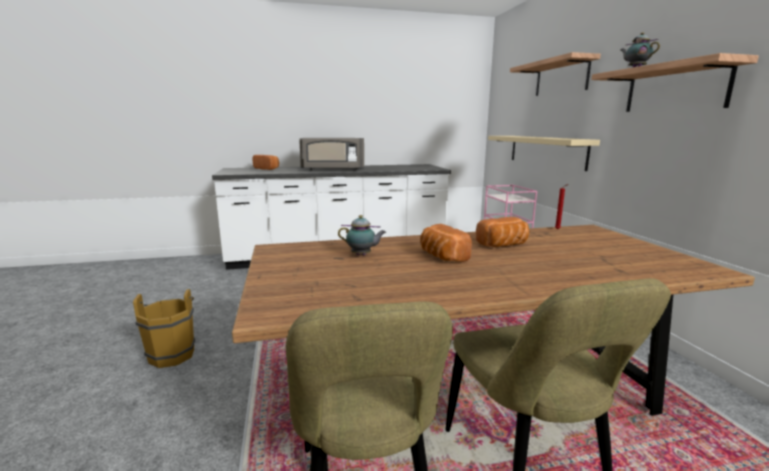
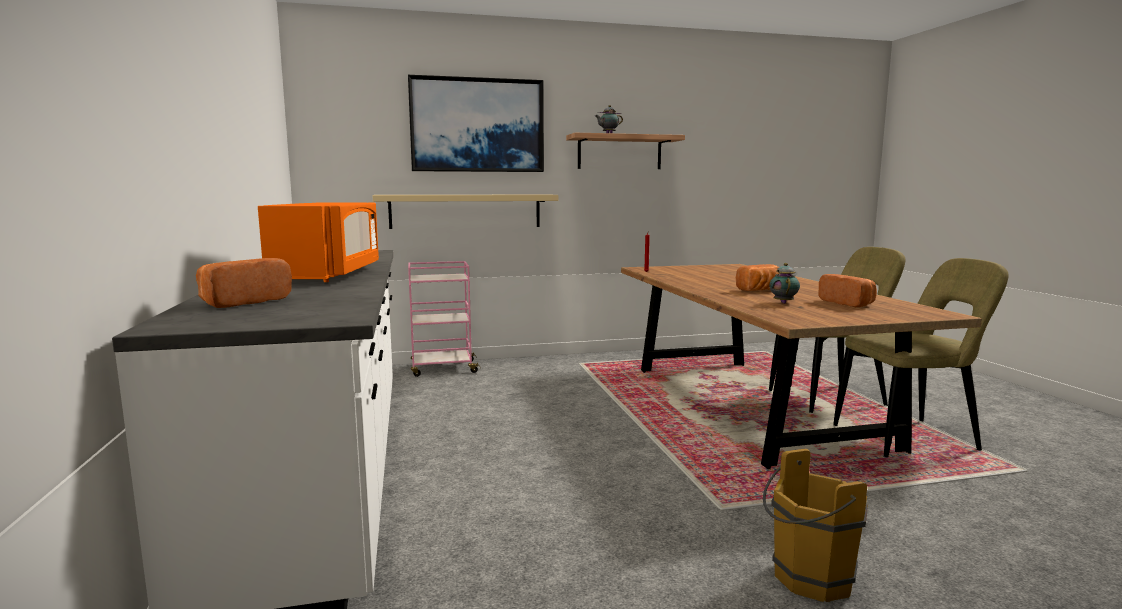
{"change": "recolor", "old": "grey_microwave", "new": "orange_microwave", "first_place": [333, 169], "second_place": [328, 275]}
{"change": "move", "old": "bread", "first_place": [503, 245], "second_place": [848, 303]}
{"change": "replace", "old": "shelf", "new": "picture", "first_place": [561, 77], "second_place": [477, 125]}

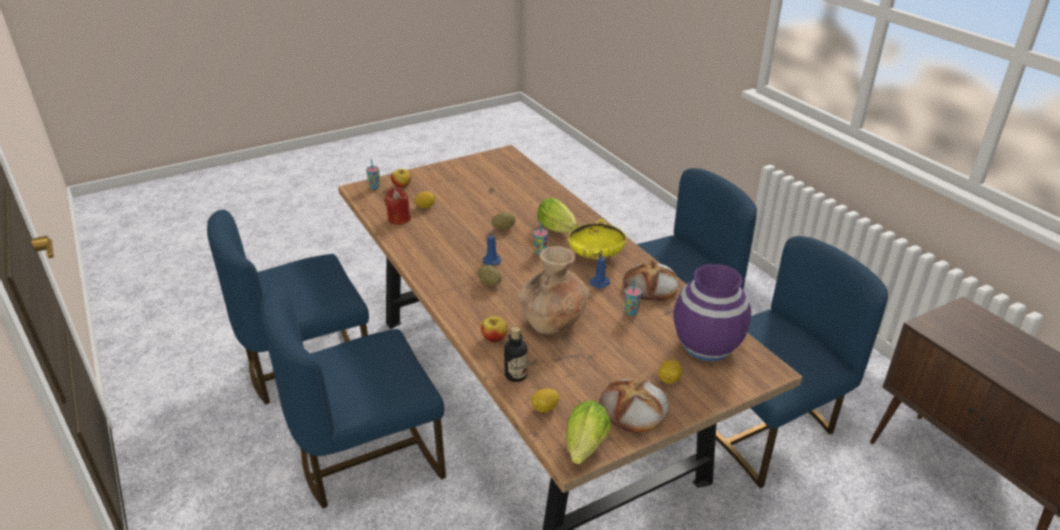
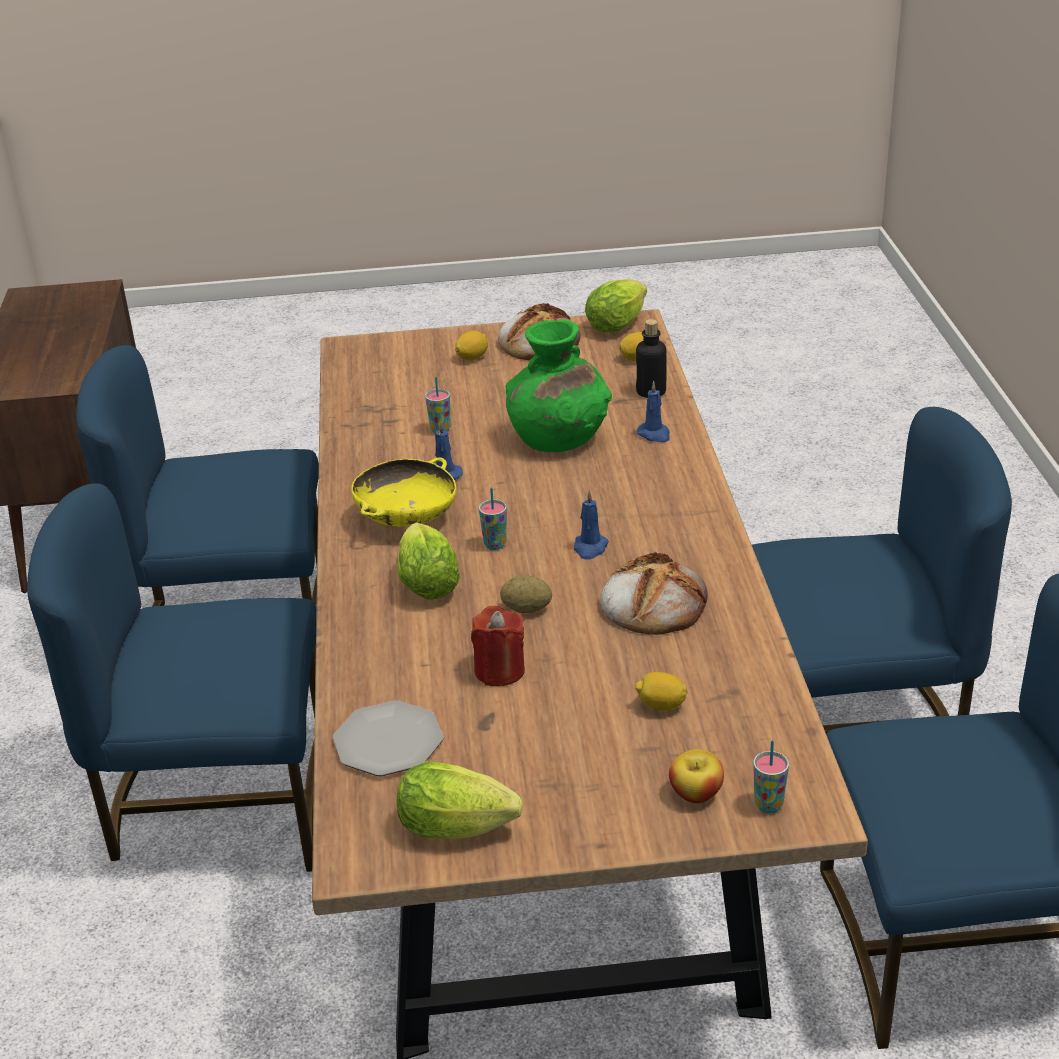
{"change": "move", "old": "red_candle", "first_place": [399, 219], "second_place": [499, 670]}
{"change": "delete", "old": "potato", "first_place": [490, 283]}
{"change": "replace", "old": "apple", "new": "blue_candle", "first_place": [494, 338], "second_place": [654, 434]}
{"change": "recolor", "old": "brown_vase", "new": "green_vase", "first_place": [553, 321], "second_place": [558, 439]}
{"change": "move", "old": "bread", "first_place": [651, 286], "second_place": [653, 602]}
{"change": "delete", "old": "purple_vase", "first_place": [707, 345]}
{"change": "insert", "new": "plate", "second_place": [389, 741]}
{"change": "insert", "new": "lettuce", "second_place": [463, 828]}

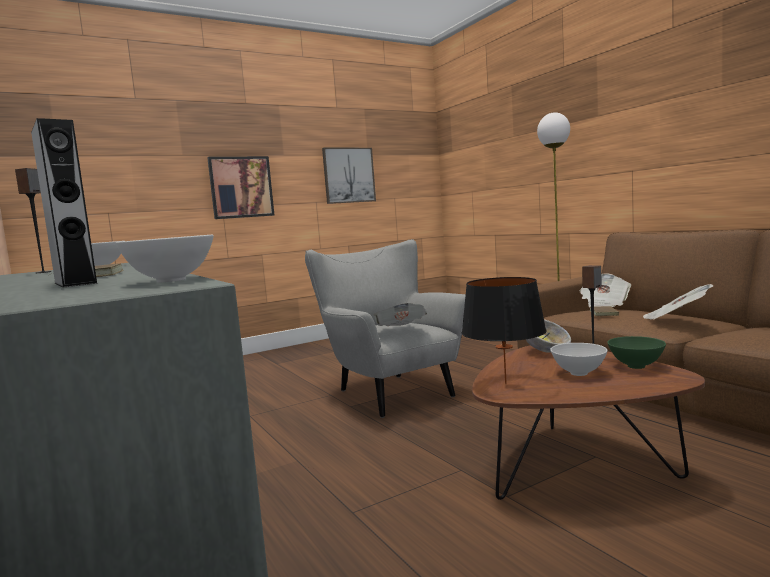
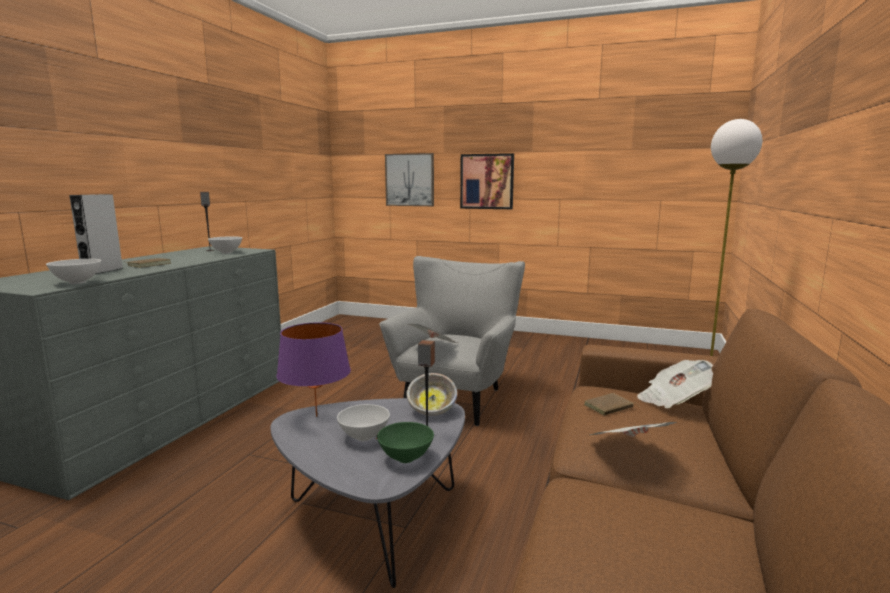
{"change": "move", "old": "picture", "first_place": [348, 175], "second_place": [410, 180]}
{"change": "recolor", "old": "black_table_lamp", "new": "purple_table_lamp", "first_place": [505, 384], "second_place": [316, 416]}
{"change": "recolor", "old": "brown_coffee_table", "new": "grey_coffee_table", "first_place": [573, 467], "second_place": [374, 520]}

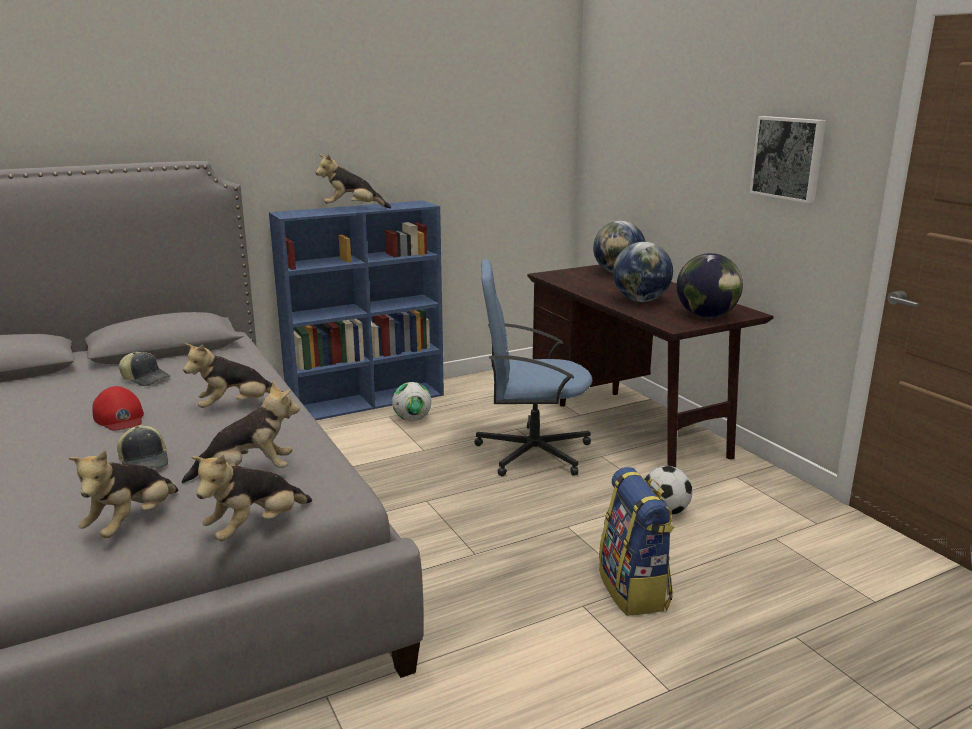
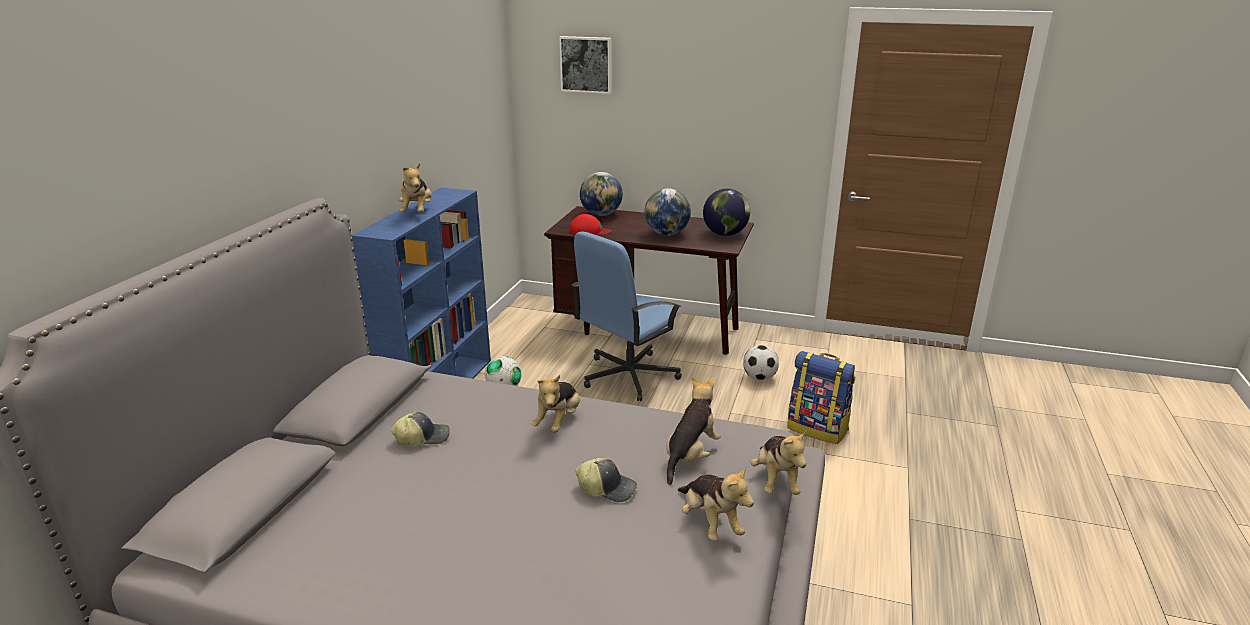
{"change": "move", "old": "red_cap", "first_place": [119, 417], "second_place": [589, 231]}
{"change": "rotate", "old": "plush_toy", "first_place": [352, 209], "second_place": [417, 212], "degrees": -45}
{"change": "move", "old": "picture", "first_place": [788, 158], "second_place": [586, 64]}

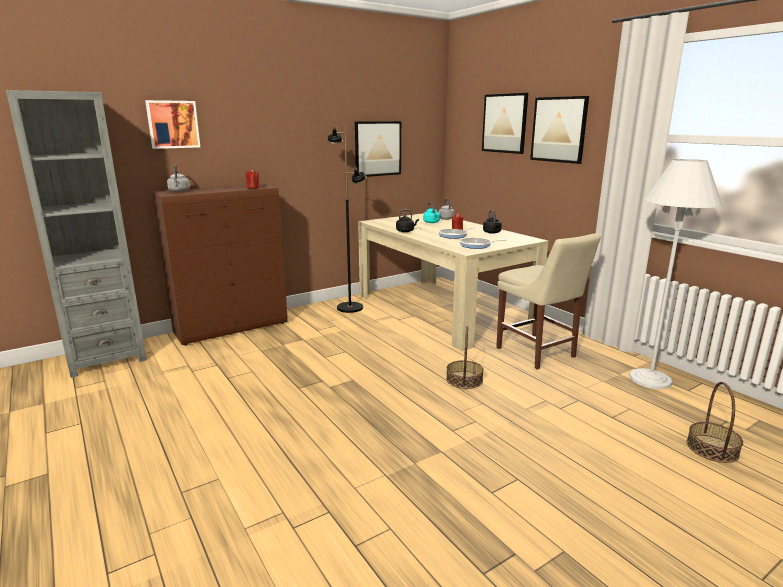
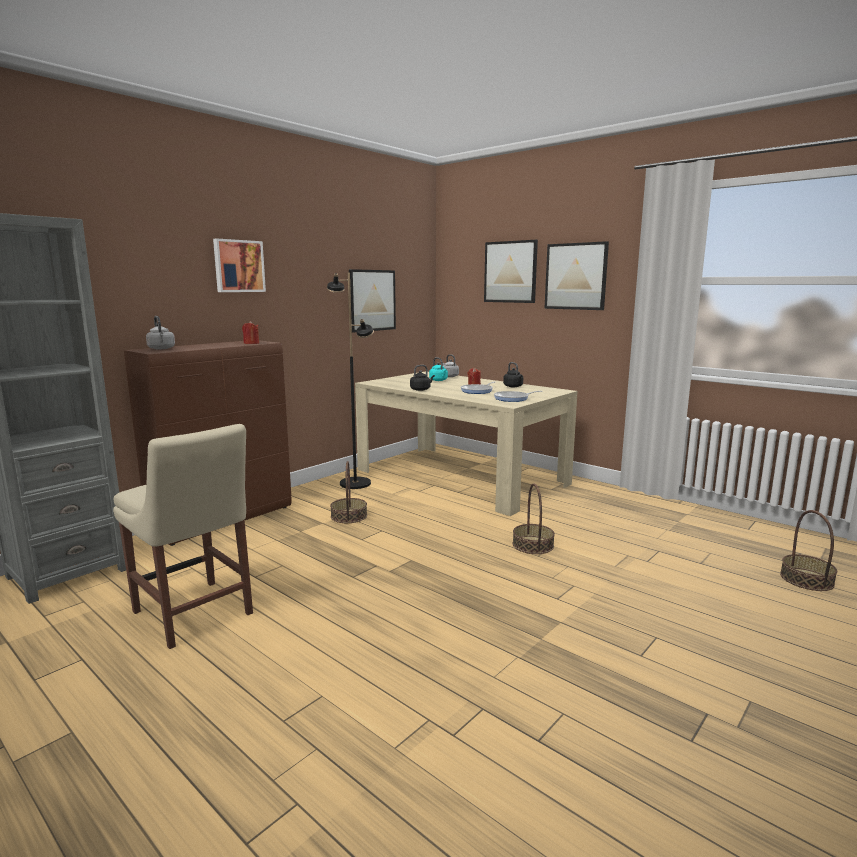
{"change": "move", "old": "picture", "first_place": [173, 124], "second_place": [238, 266]}
{"change": "move", "old": "beige_chair", "first_place": [538, 354], "second_place": [195, 615]}
{"change": "delete", "old": "white_floor_lamp", "first_place": [650, 379]}
{"change": "insert", "new": "basket", "second_place": [349, 516]}

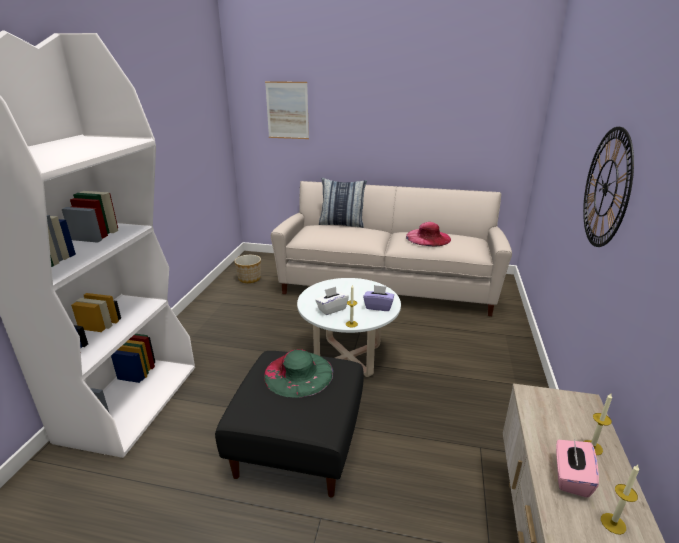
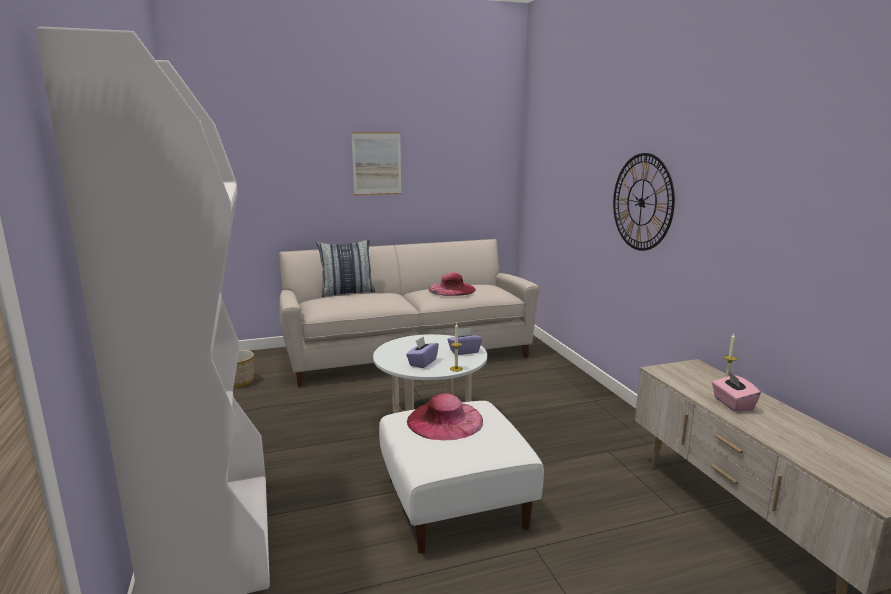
{"change": "recolor", "old": "black_ottoman", "new": "white_ottoman", "first_place": [299, 444], "second_place": [456, 503]}
{"change": "recolor", "old": "green_hat", "new": "pink_hat", "first_place": [298, 373], "second_place": [445, 420]}
{"change": "move", "old": "picture", "first_place": [287, 110], "second_place": [377, 163]}
{"change": "recolor", "old": "white_tissue_box", "new": "purple_tissue_box", "first_place": [332, 309], "second_place": [422, 362]}
{"change": "delete", "old": "candle", "first_place": [613, 523]}

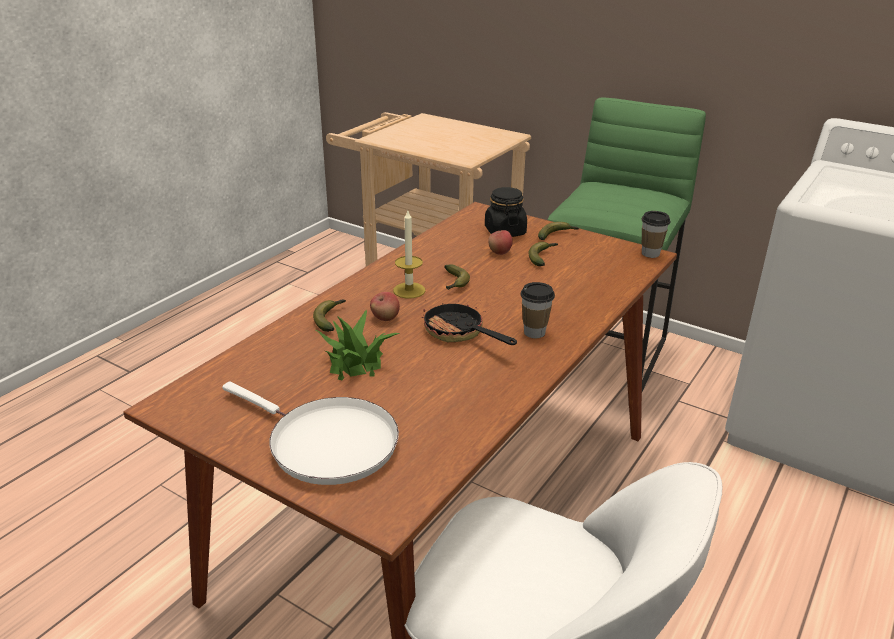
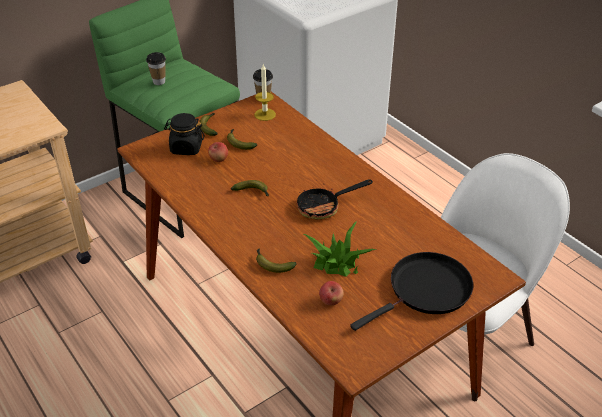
{"change": "recolor", "old": "white_frying_pan", "new": "black_frying_pan", "first_place": [326, 443], "second_place": [426, 290]}
{"change": "move", "old": "apple", "first_place": [385, 318], "second_place": [331, 301]}
{"change": "move", "old": "candle", "first_place": [409, 290], "second_place": [265, 114]}
{"change": "move", "old": "cup", "first_place": [534, 332], "second_place": [159, 81]}

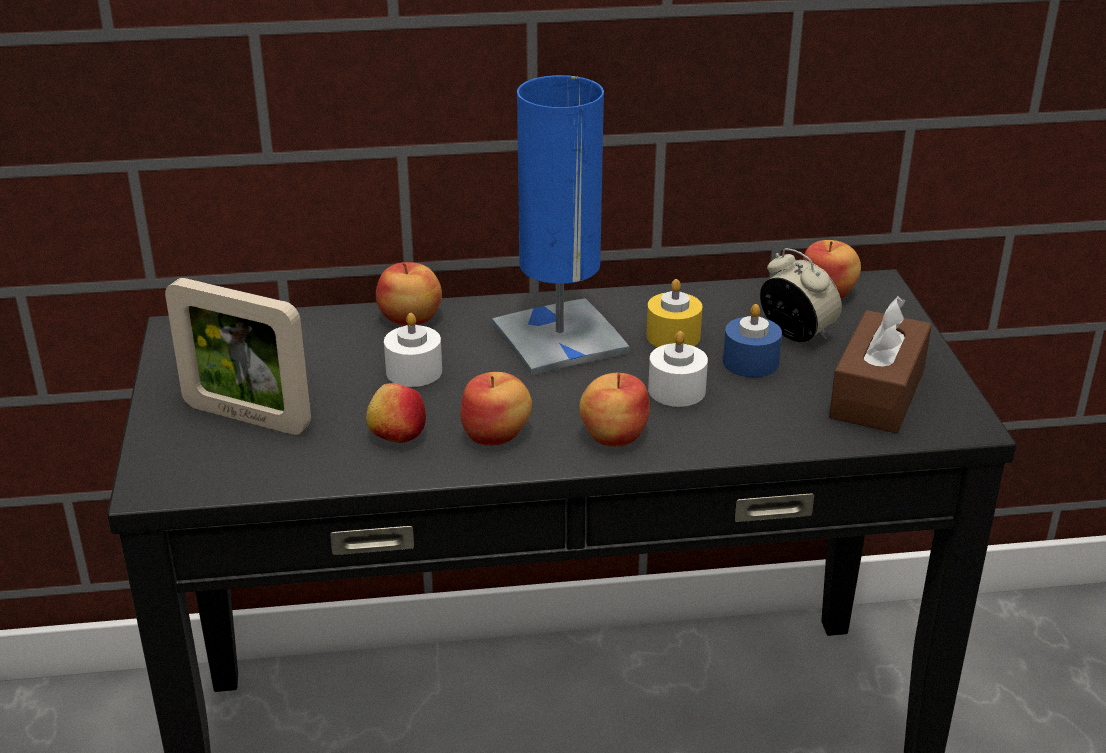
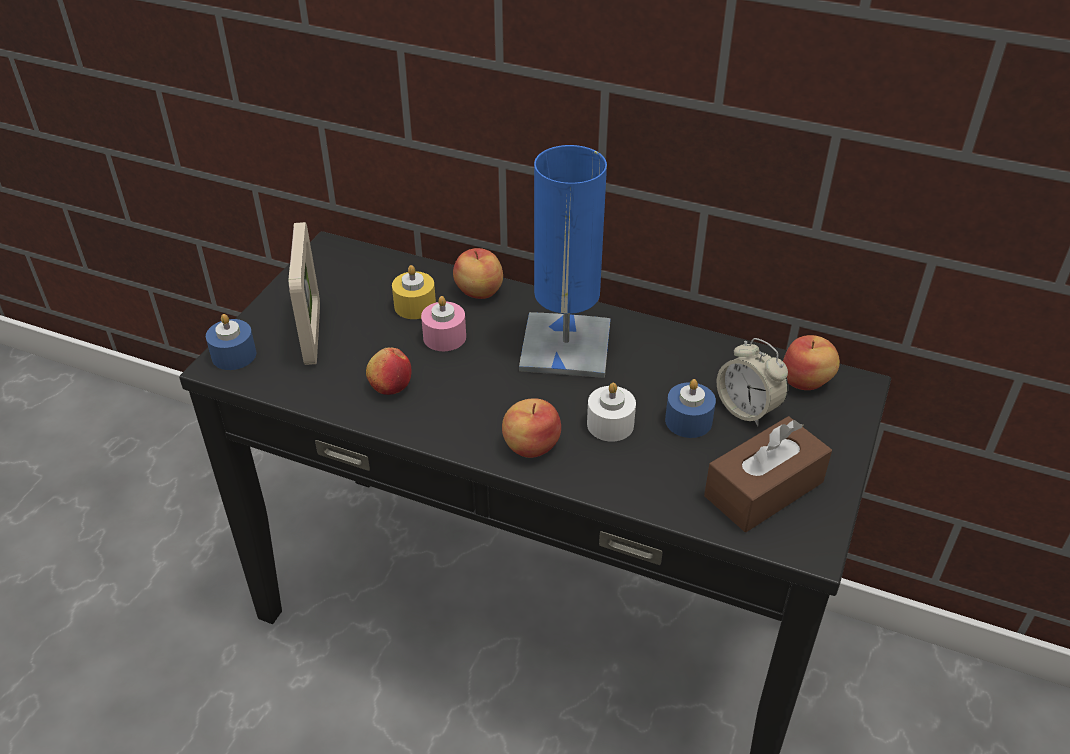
{"change": "rotate", "old": "picture_frame", "first_place": [247, 417], "second_place": [312, 334], "degrees": -150}
{"change": "recolor", "old": "white_candle", "new": "pink_candle", "first_place": [414, 371], "second_place": [444, 337]}
{"change": "delete", "old": "apple", "first_place": [497, 435]}
{"change": "move", "old": "yellow_candle", "first_place": [673, 336], "second_place": [415, 306]}
{"change": "rotate", "old": "alarm_clock", "first_place": [796, 334], "second_place": [747, 409], "degrees": 150}
{"change": "insert", "new": "blue_candle", "second_place": [234, 355]}

